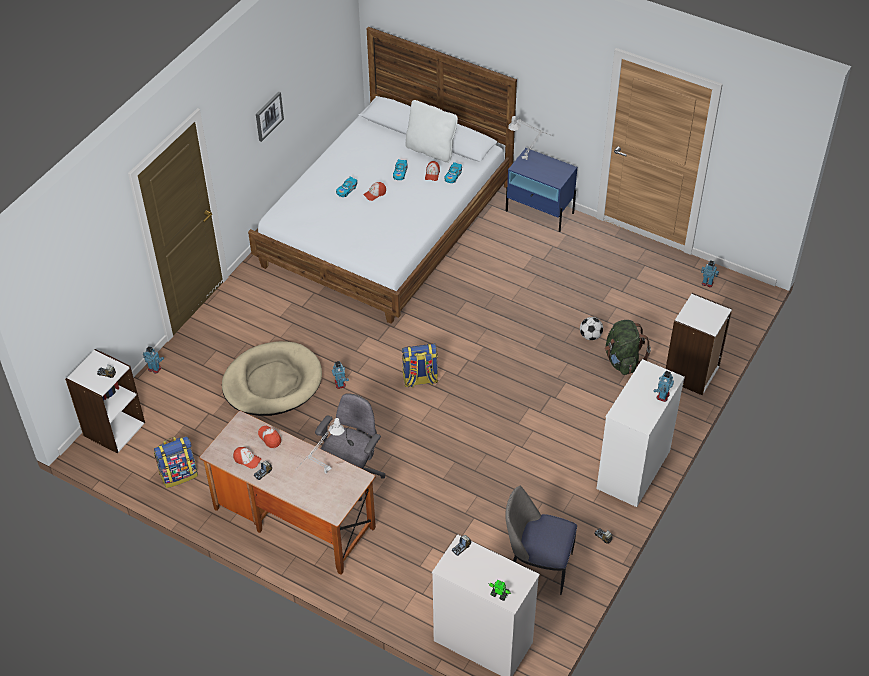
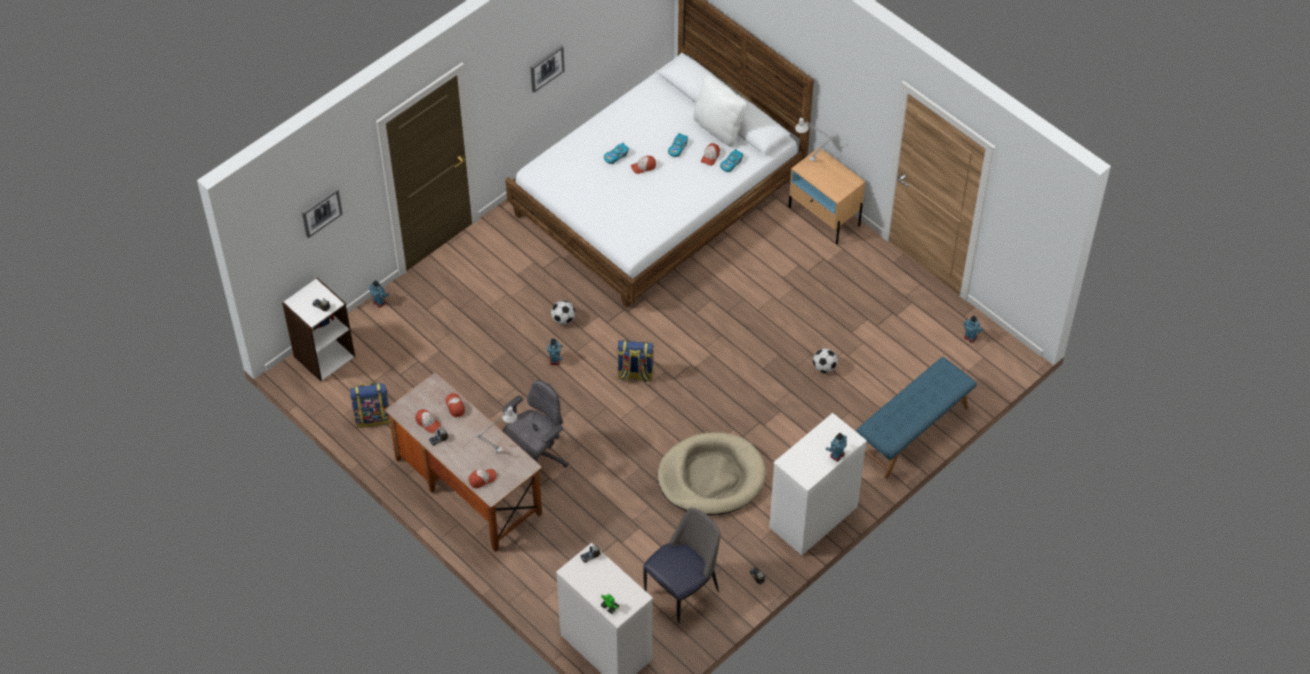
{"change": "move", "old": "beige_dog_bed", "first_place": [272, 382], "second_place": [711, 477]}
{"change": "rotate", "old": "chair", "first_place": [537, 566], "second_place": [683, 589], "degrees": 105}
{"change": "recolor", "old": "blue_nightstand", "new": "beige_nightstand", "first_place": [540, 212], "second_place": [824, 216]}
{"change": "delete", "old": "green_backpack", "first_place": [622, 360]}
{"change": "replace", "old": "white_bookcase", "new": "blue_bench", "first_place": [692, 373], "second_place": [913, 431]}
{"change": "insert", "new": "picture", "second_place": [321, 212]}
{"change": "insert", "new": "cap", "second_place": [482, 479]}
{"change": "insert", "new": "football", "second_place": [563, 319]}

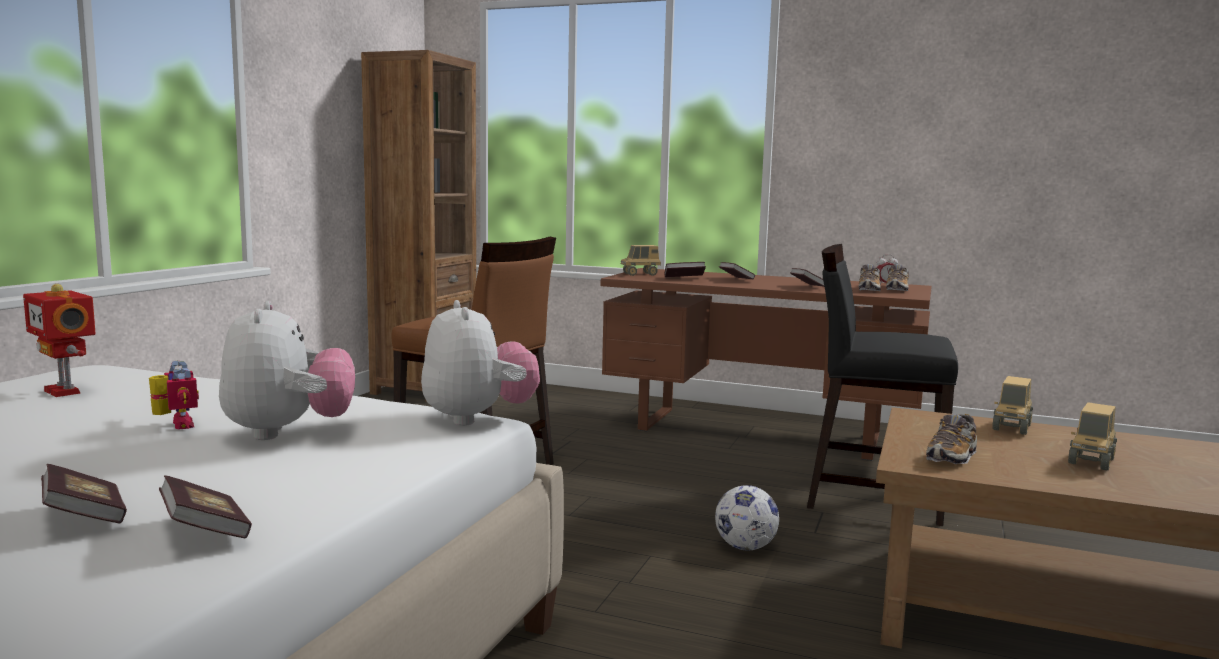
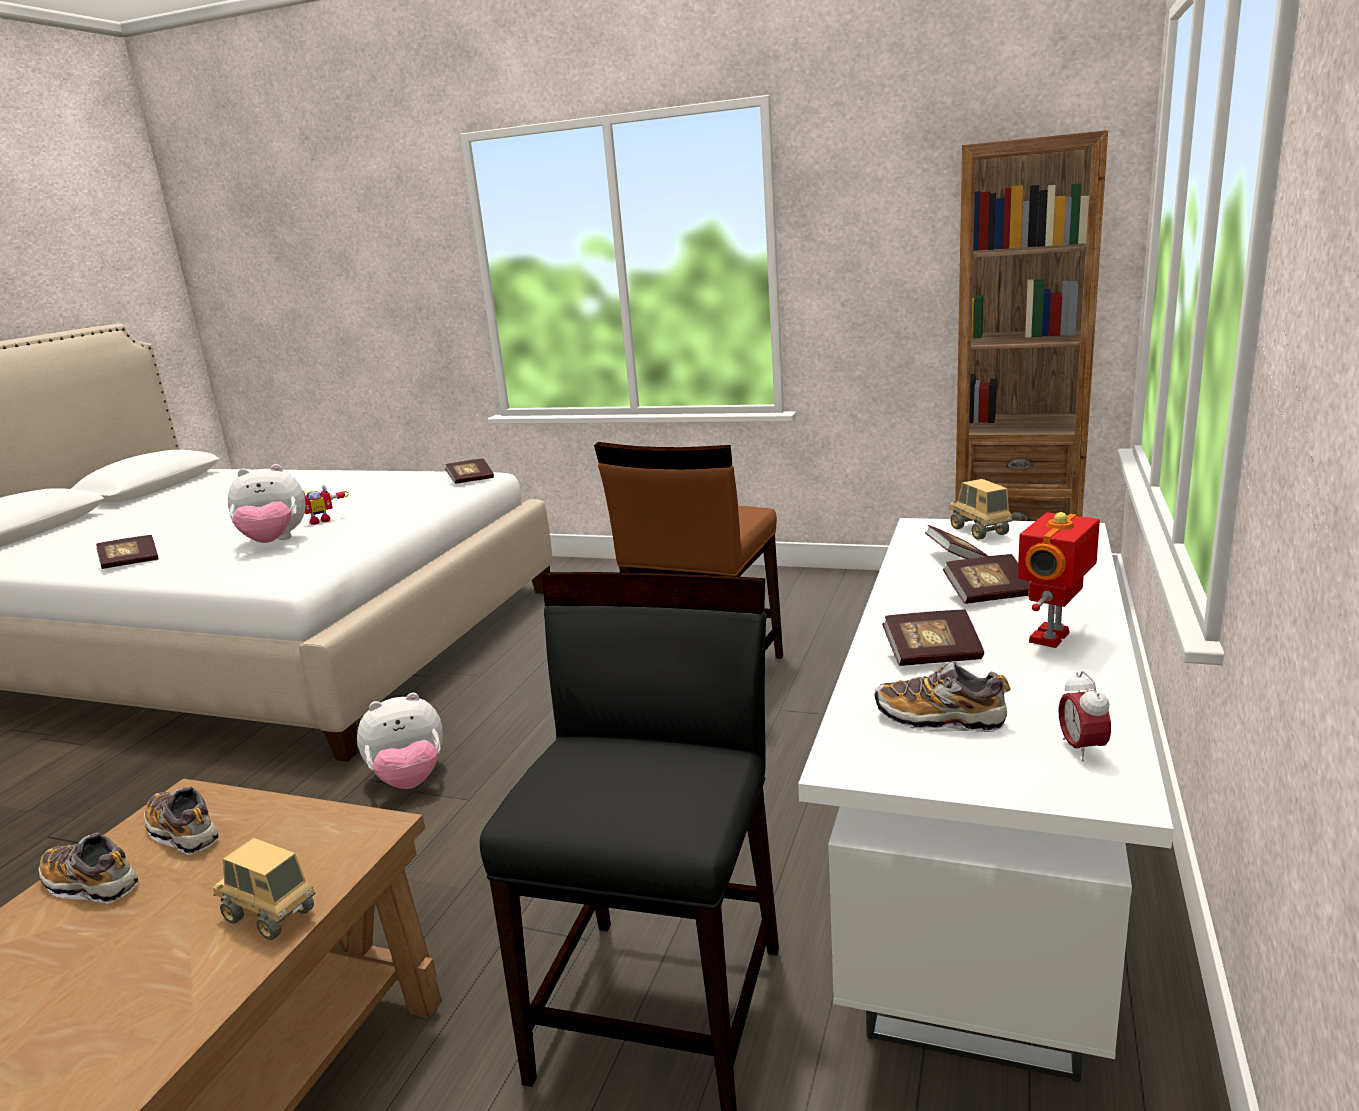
{"change": "move", "old": "toy_robot", "first_place": [65, 391], "second_place": [1052, 638]}
{"change": "move", "old": "book", "first_place": [85, 517], "second_place": [471, 480]}
{"change": "move", "old": "plush_toy", "first_place": [478, 418], "second_place": [409, 780]}
{"change": "recolor", "old": "brown_desk", "new": "white_desk", "first_place": [759, 432], "second_place": [984, 886]}
{"change": "delete", "old": "football", "first_place": [745, 547]}
{"change": "move", "old": "shoe", "first_place": [897, 290], "second_place": [91, 884]}
{"change": "delete", "old": "toy_truck", "first_place": [1091, 461]}

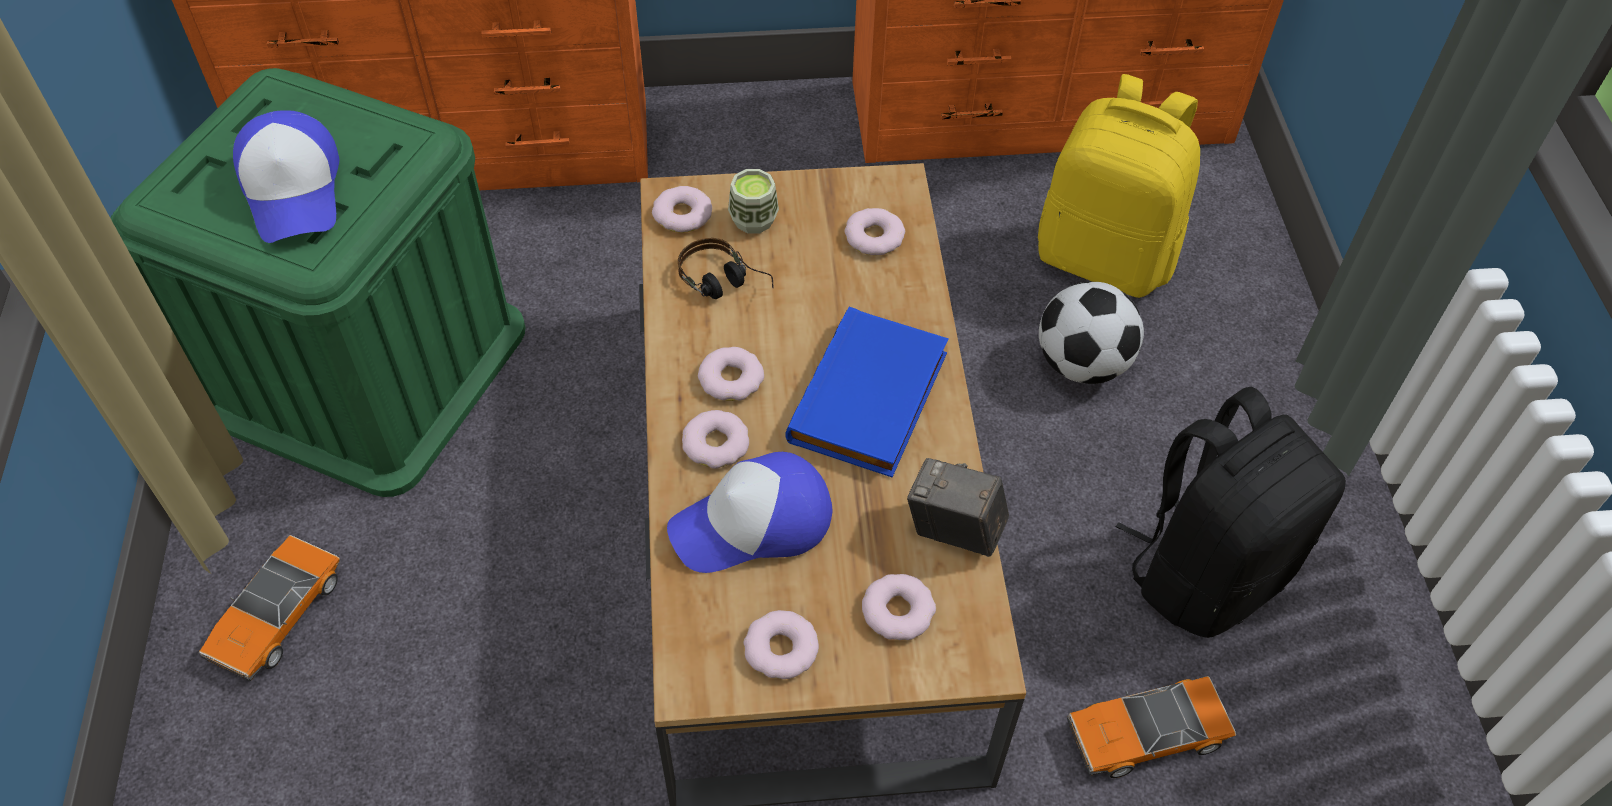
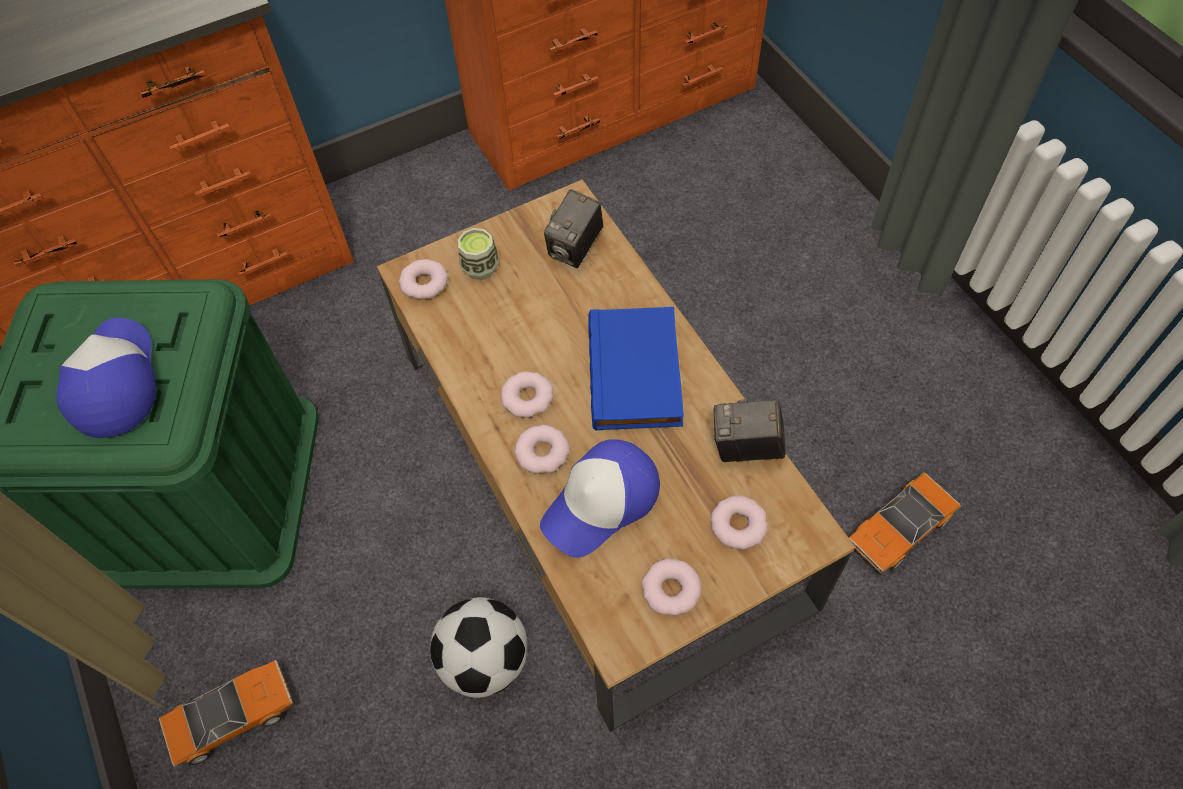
{"change": "rotate", "old": "toy_car", "first_place": [277, 616], "second_place": [233, 716], "degrees": -120}
{"change": "rotate", "old": "cap", "first_place": [294, 190], "second_place": [115, 382], "degrees": -150}
{"change": "delete", "old": "headphones", "first_place": [726, 285]}
{"change": "replace", "old": "donut", "new": "photo_camera", "first_place": [873, 237], "second_place": [575, 248]}
{"change": "delete", "old": "yellow_backpack", "first_place": [1105, 256]}
{"change": "move", "old": "football", "first_place": [1082, 364], "second_place": [485, 660]}
{"change": "delete", "old": "black_backpack", "first_place": [1207, 571]}

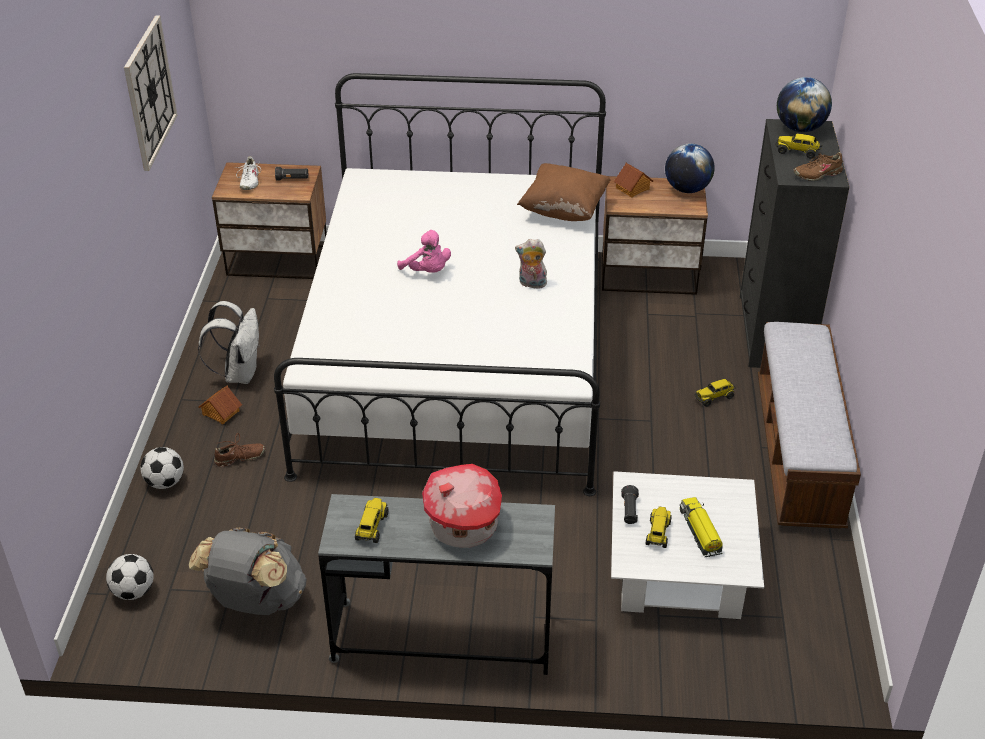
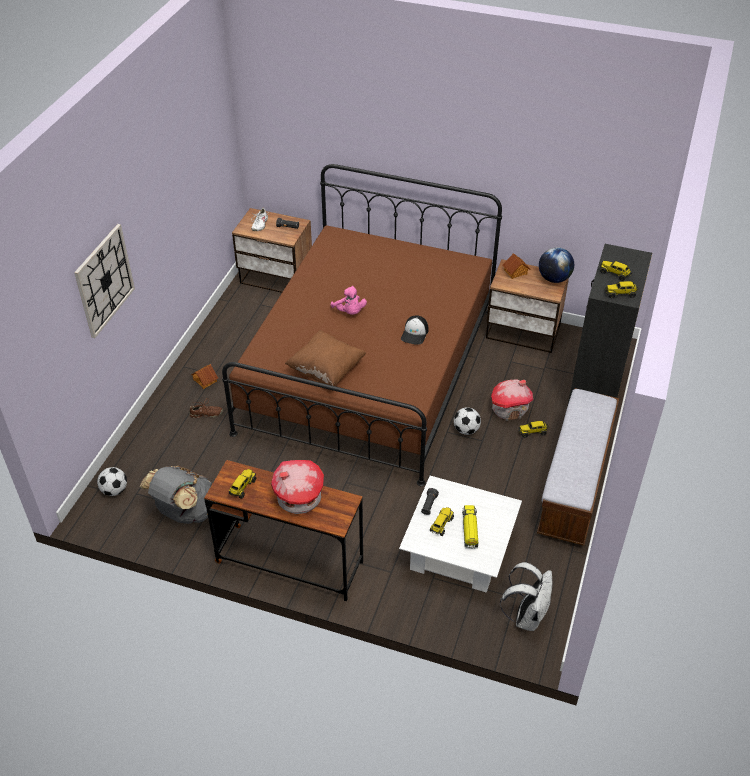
{"change": "move", "old": "wall_clock", "first_place": [149, 92], "second_place": [104, 280]}
{"change": "move", "old": "football", "first_place": [165, 482], "second_place": [466, 430]}
{"change": "move", "old": "white_backpack", "first_place": [239, 373], "second_place": [526, 616]}
{"change": "recolor", "old": "white_bed", "new": "brown_bed", "first_place": [456, 357], "second_place": [369, 369]}
{"change": "recolor", "old": "grey_desk", "new": "brown_desk", "first_place": [442, 638], "second_place": [289, 562]}
{"change": "replace", "old": "plush_toy", "new": "cap", "first_place": [531, 284], "second_place": [415, 334]}
{"change": "move", "old": "brown_pillow", "first_place": [564, 210], "second_place": [326, 370]}
{"change": "delete", "old": "globe", "first_place": [800, 128]}
{"change": "replace", "old": "brown_shoe", "new": "toy_truck", "first_place": [817, 174], "second_place": [620, 294]}
{"change": "insert", "new": "toy_house", "second_place": [509, 409]}

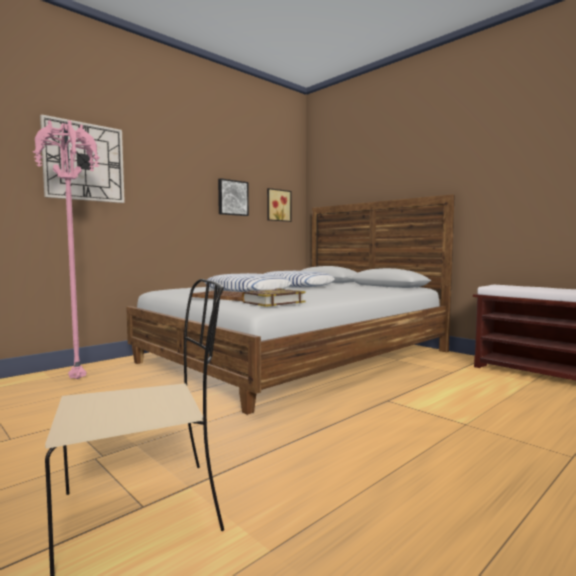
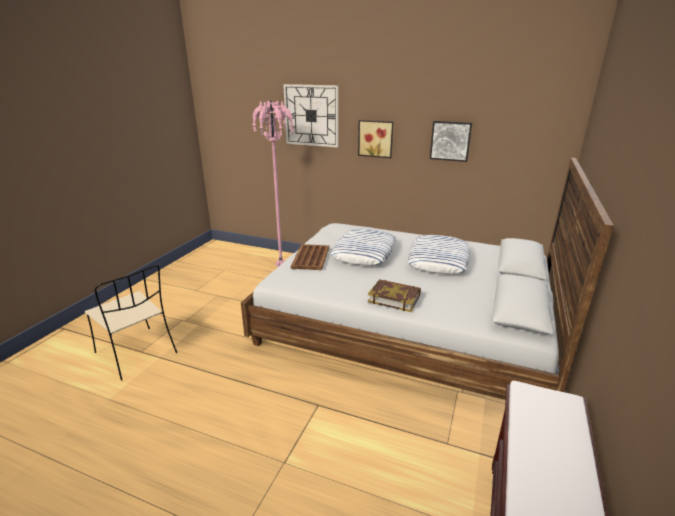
{"change": "move", "old": "book", "first_place": [273, 302], "second_place": [394, 298]}
{"change": "move", "old": "picture", "first_place": [278, 205], "second_place": [375, 138]}

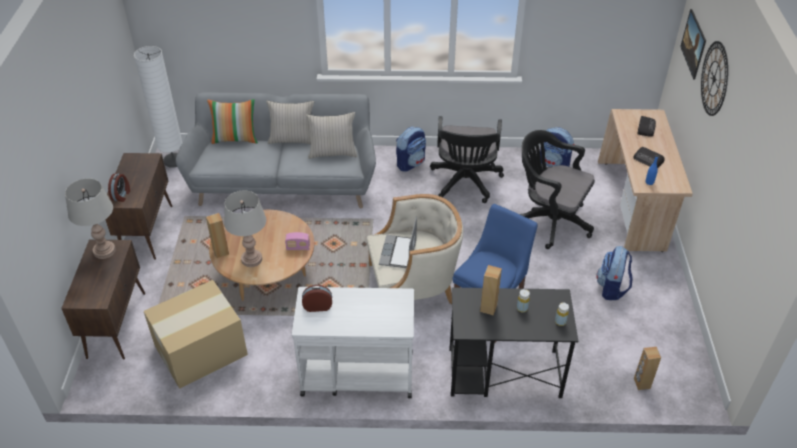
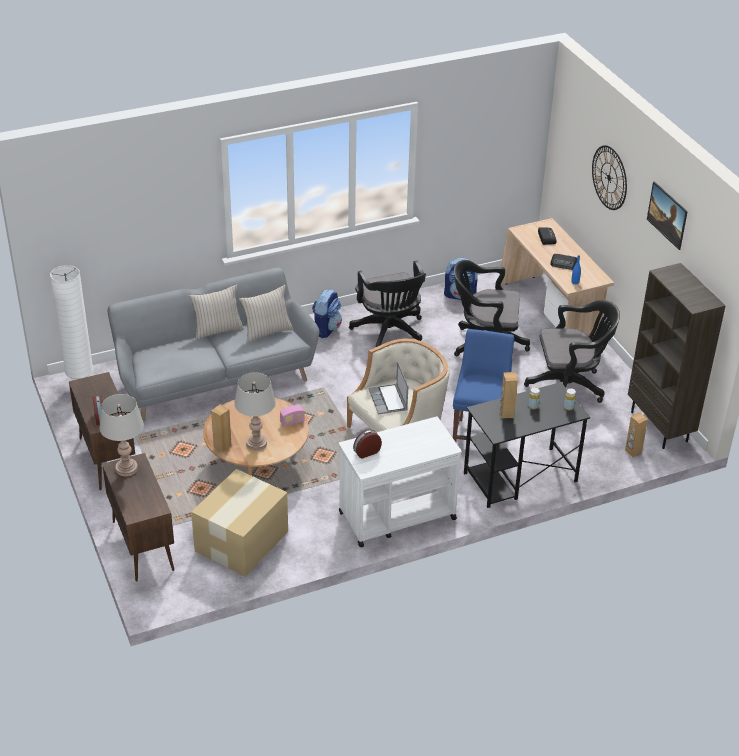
{"change": "delete", "old": "pillow", "first_place": [235, 139]}
{"change": "replace", "old": "backpack", "new": "black_office_chair", "first_place": [612, 288], "second_place": [569, 386]}
{"change": "move", "old": "picture", "first_place": [690, 53], "second_place": [665, 224]}
{"change": "insert", "new": "brown_bookcase", "second_place": [660, 426]}

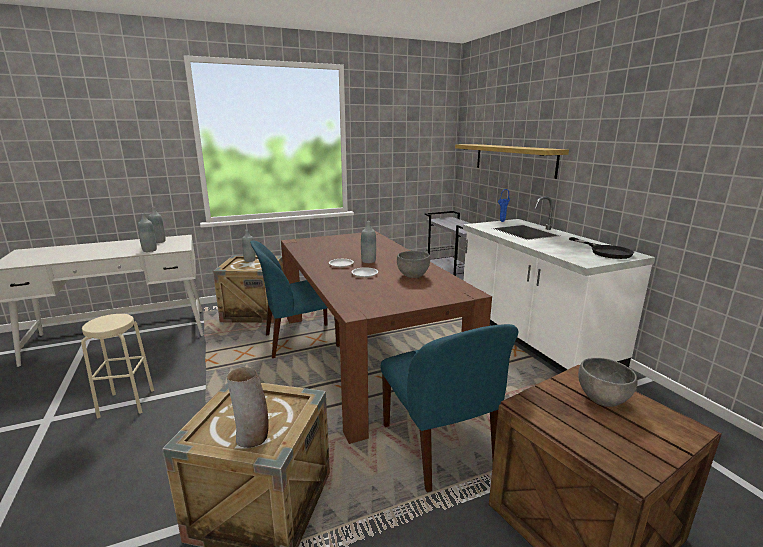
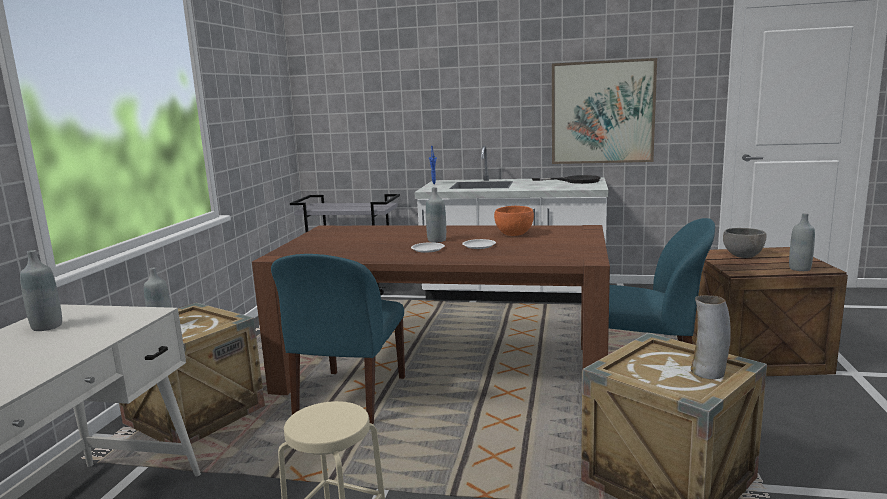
{"change": "move", "old": "grey_bottle", "first_place": [149, 250], "second_place": [799, 269]}
{"change": "recolor", "old": "grey_bowl", "new": "orange_bowl", "first_place": [413, 276], "second_place": [513, 234]}
{"change": "delete", "old": "shelf", "first_place": [513, 159]}
{"change": "insert", "new": "picture", "second_place": [602, 112]}

